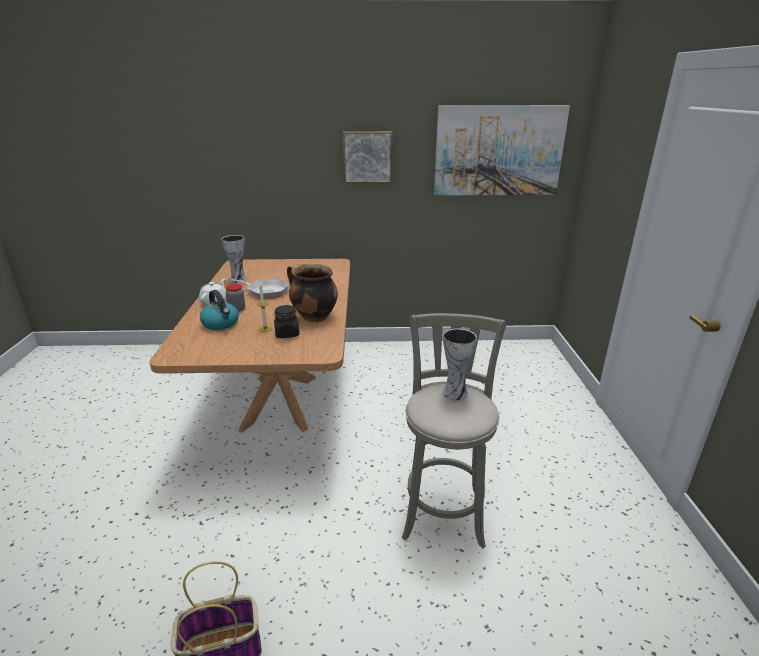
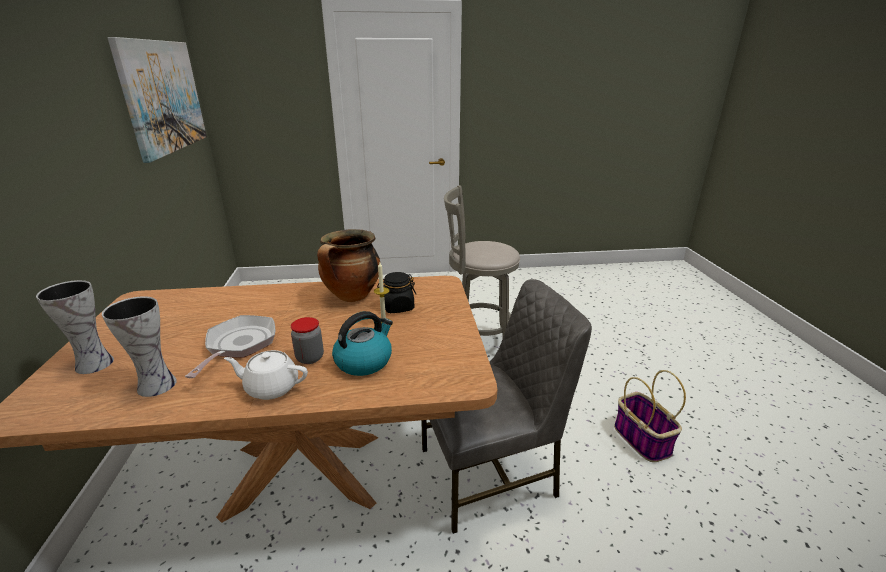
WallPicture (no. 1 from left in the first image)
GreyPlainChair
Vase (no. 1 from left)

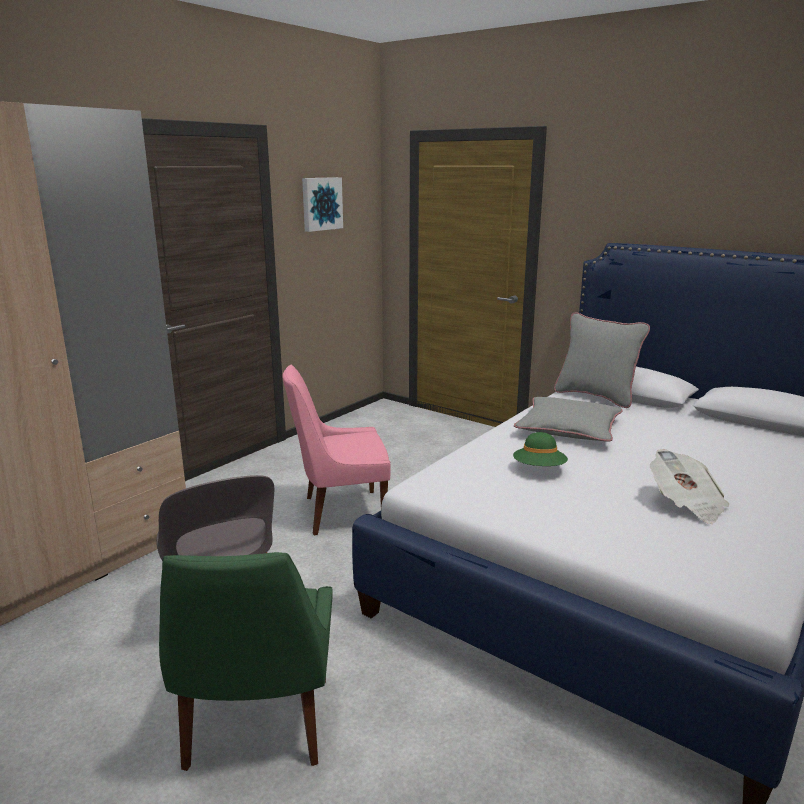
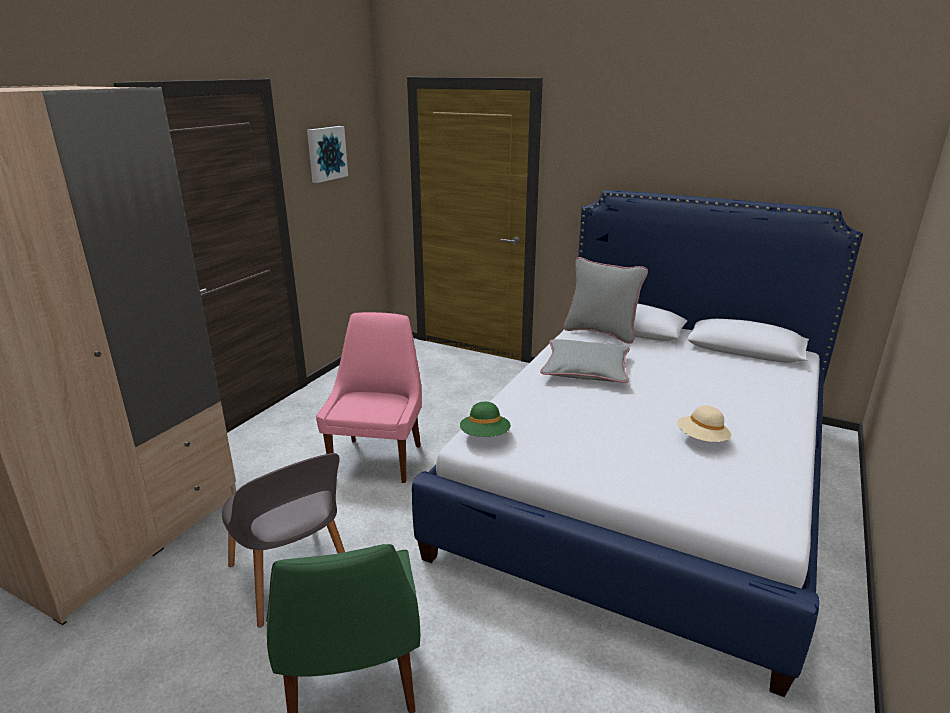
GreenClothingHat
BeigeClothingHat
PinkPlainChair

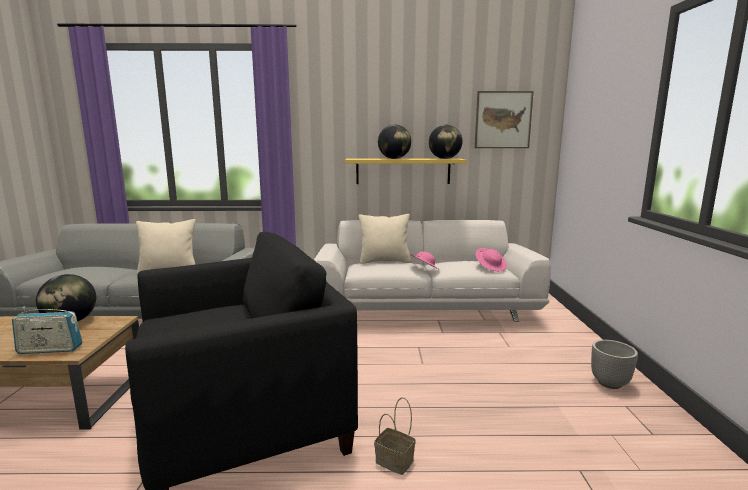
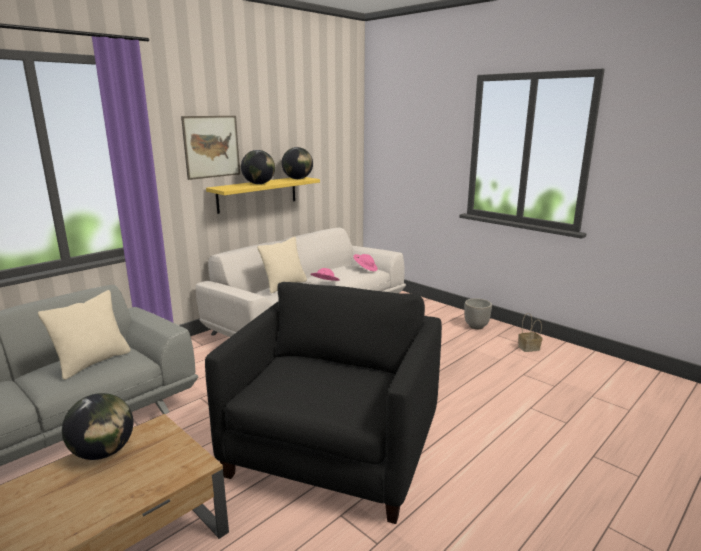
RadioReceiver
HouseholdBasket
WallPicture

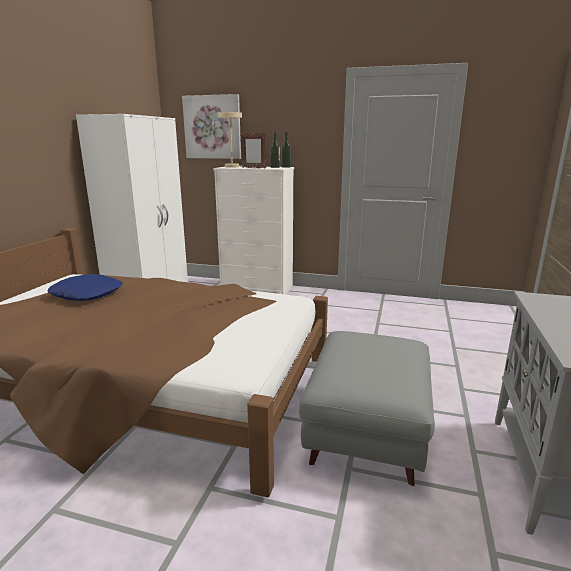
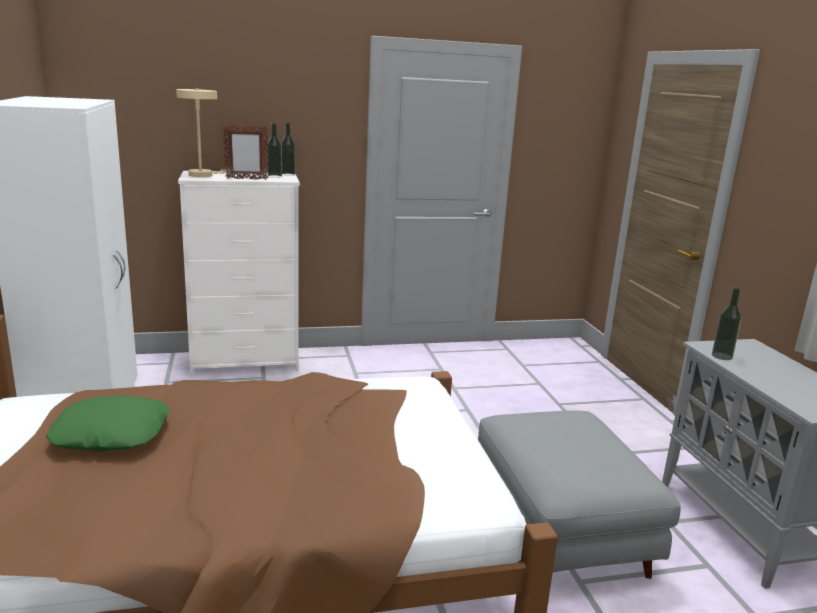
WallPicture
BeverageBottle (no. 3 from left)
GreenCushion

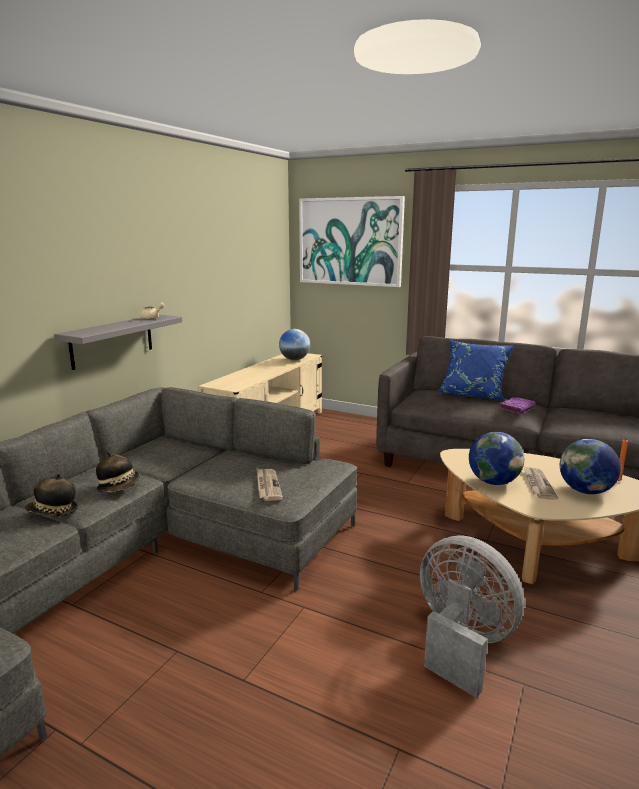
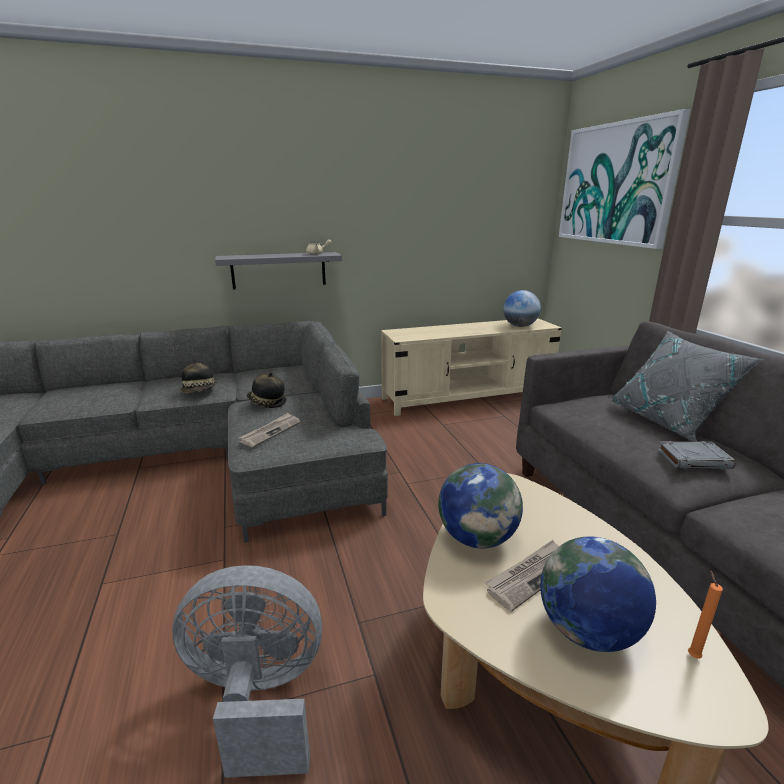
ClothingHat (no. 2 from left)
GreyCushion
GreyBook
GreyCoolingFan

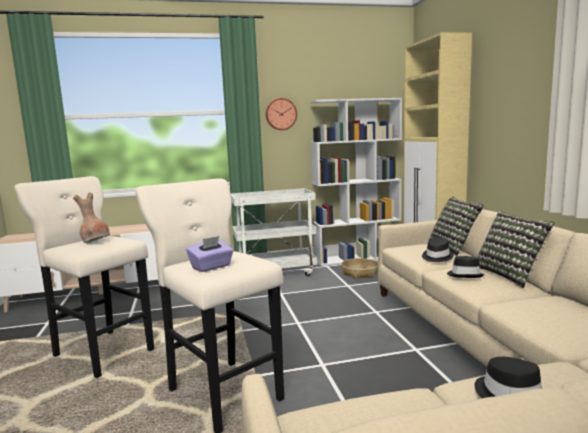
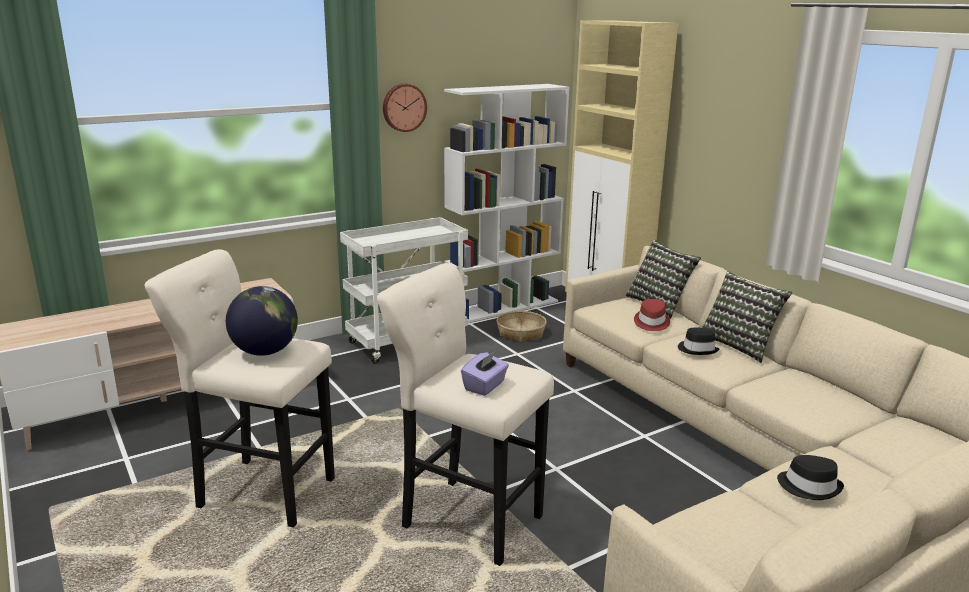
DeskGlobe
ReddishClothingHat

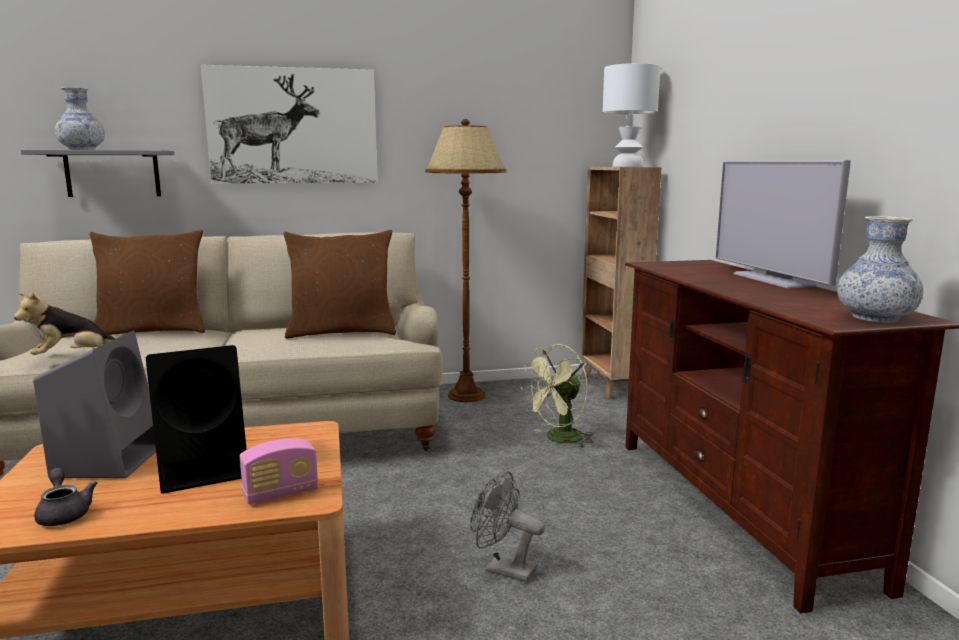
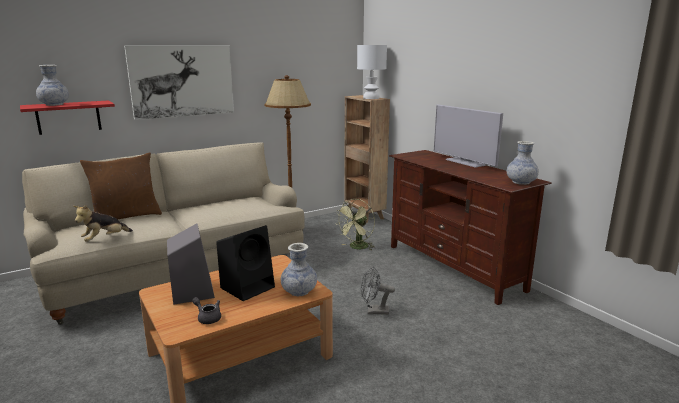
BrownishCushion (no. 2 from left in the first image)
Vase (no. 2 from left)
ReddishWallShelf

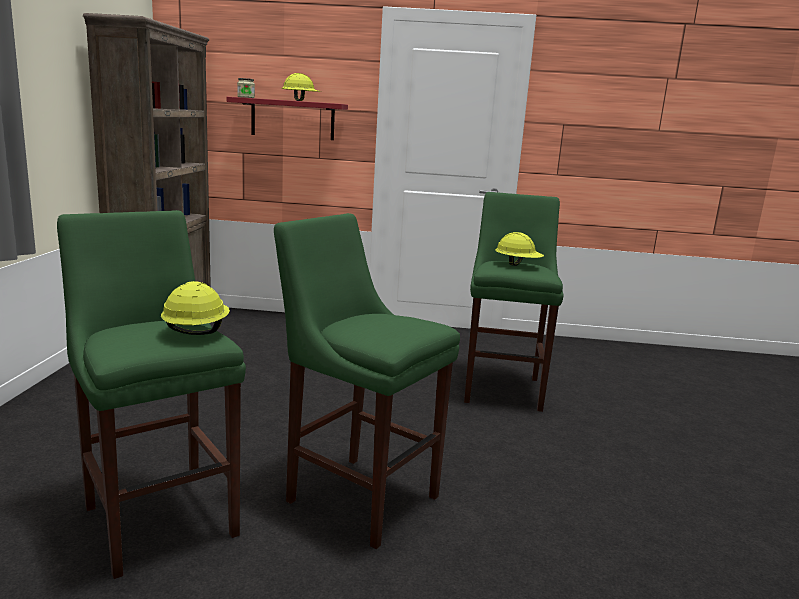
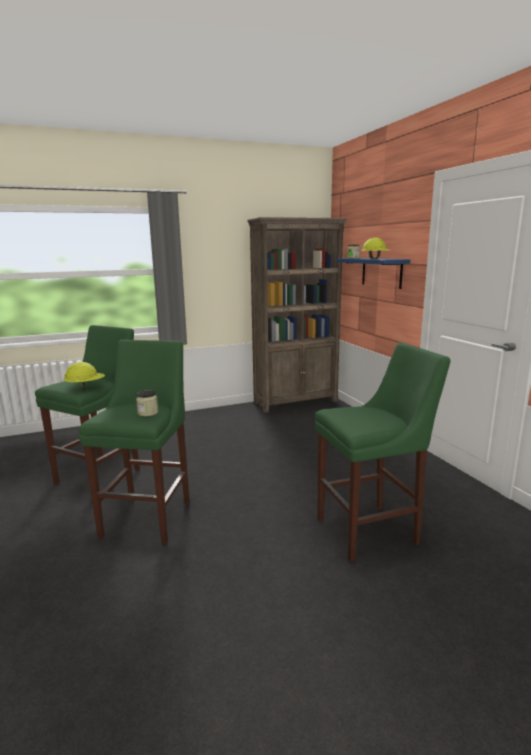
YellowishWorkHelmet (no. 3 from left in the first image)
Jar (no. 1 from left)
BlueColouredWallShelf

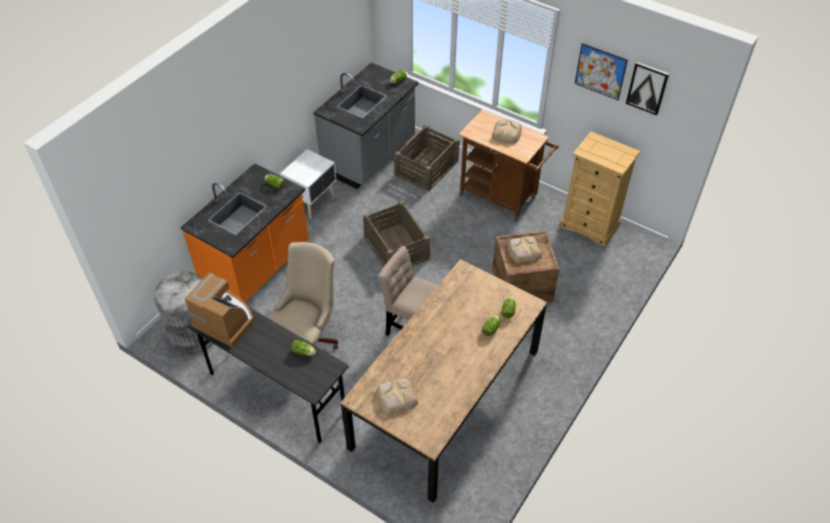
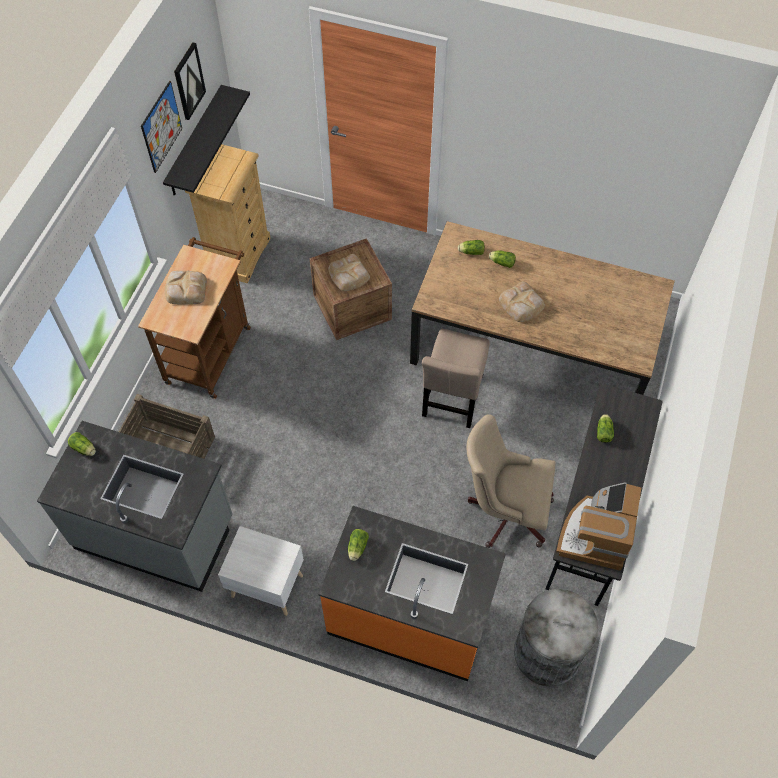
ShippingCrate (no. 1 from left in the first image)
BlackColouredWallShelf
BakeryBread (no. 3 from left)

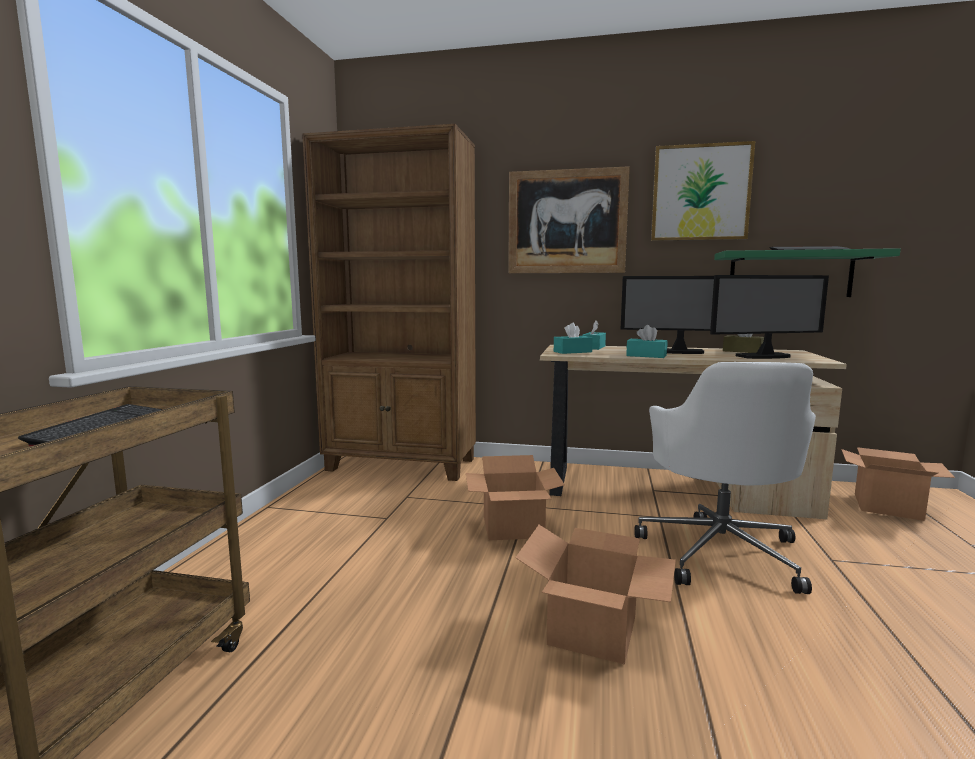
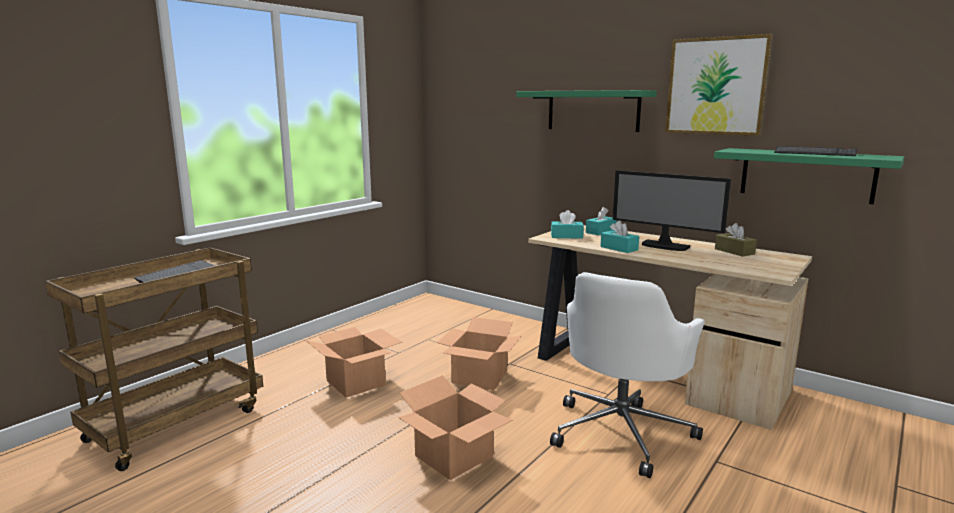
BrownishBookcase
ComputerScreen (no. 2 from left in the first image)
CardboardBox (no. 1 from left)
GreenWallShelf (no. 1 from left)

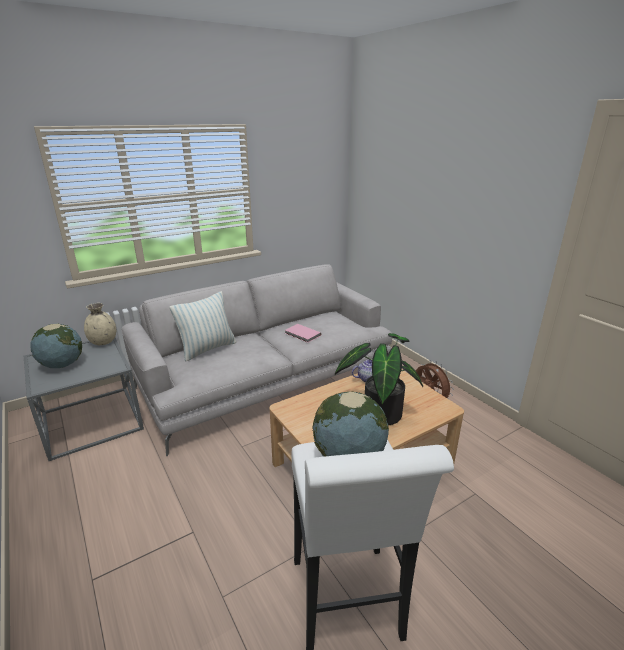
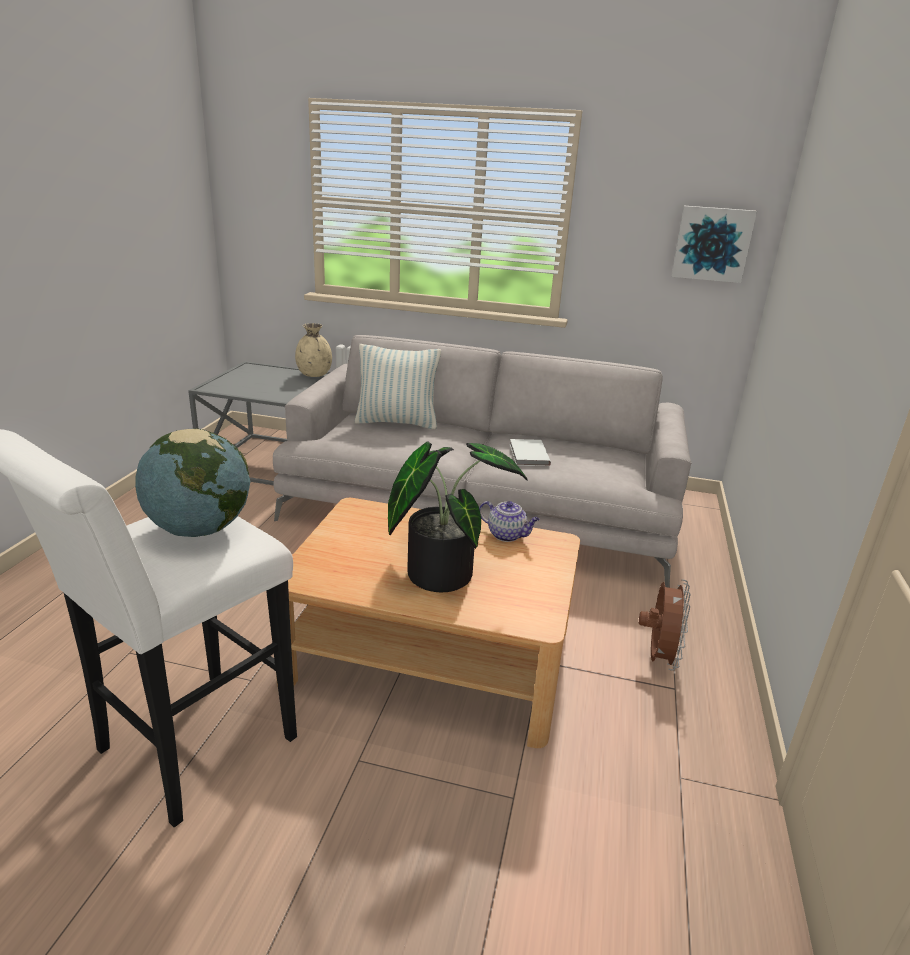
DeskGlobe (no. 1 from left in the first image)
WallPicture
WhiteBook

